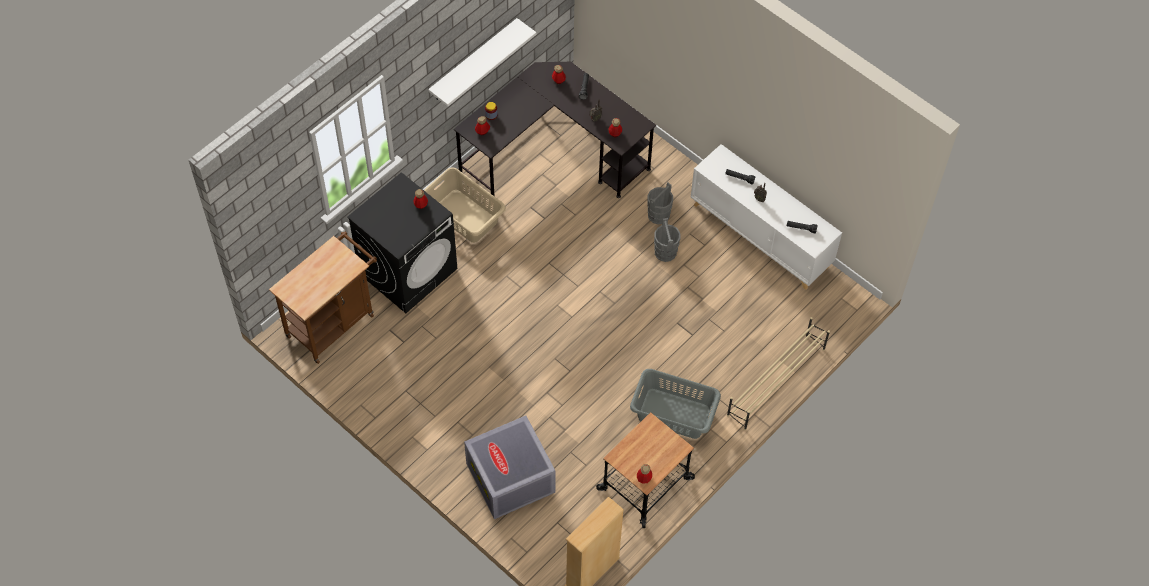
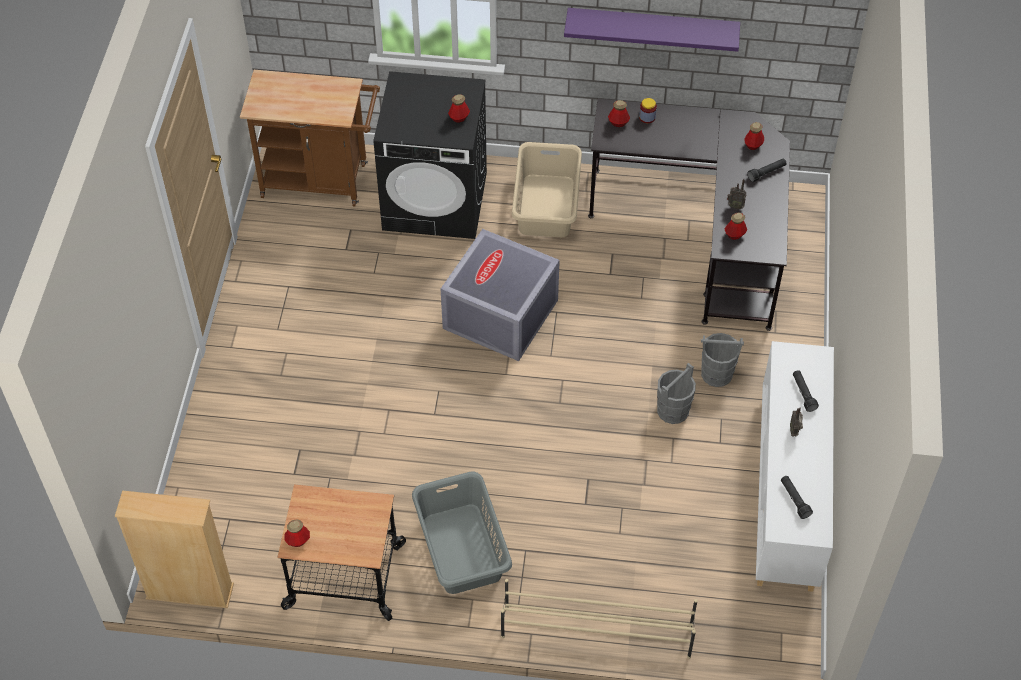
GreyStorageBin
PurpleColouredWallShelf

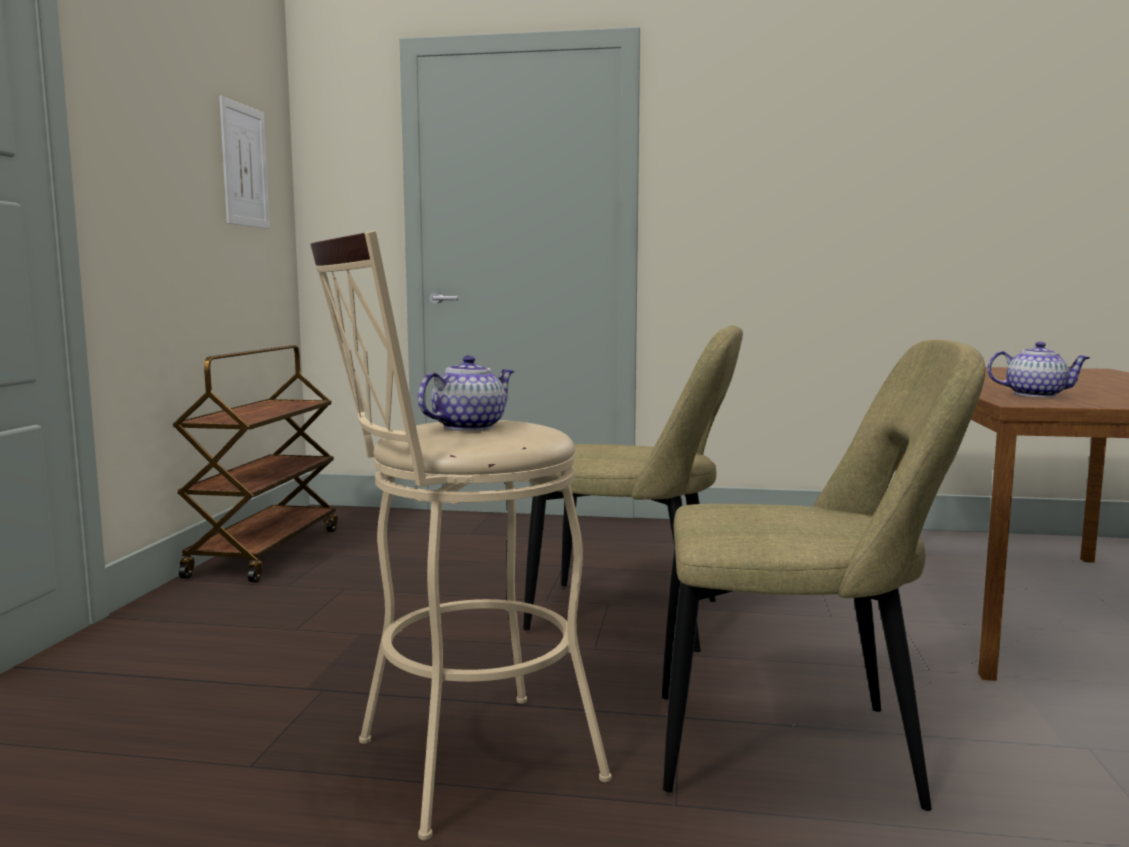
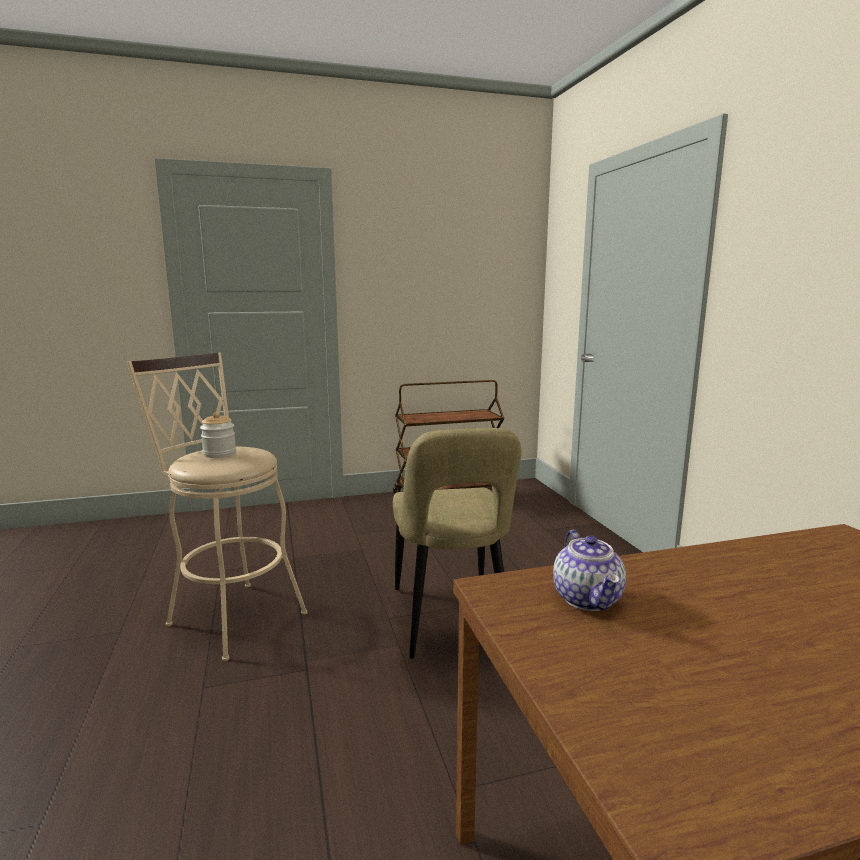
WallPicture
BeigePlainChair (no. 2 from left in the first image)
Jar

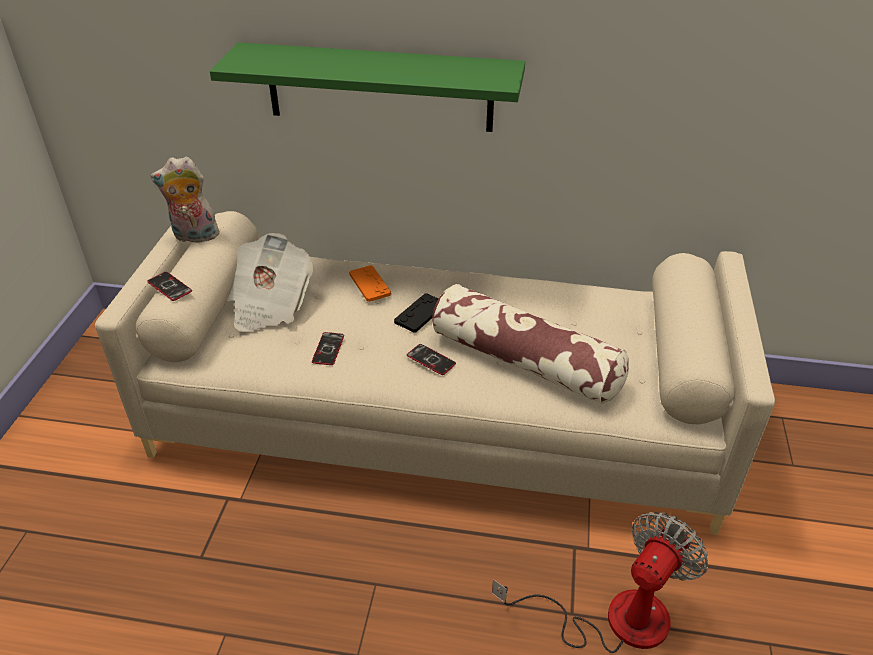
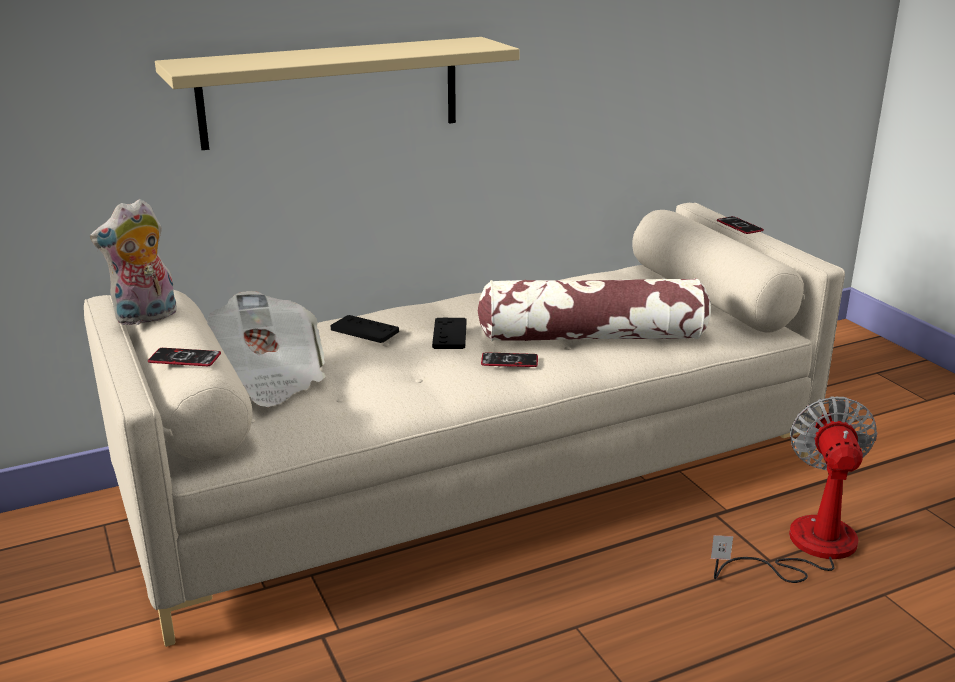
Handset (no. 3 from left)
BeigeWallShelf
BlackColouredGamepad (no. 1 from left)

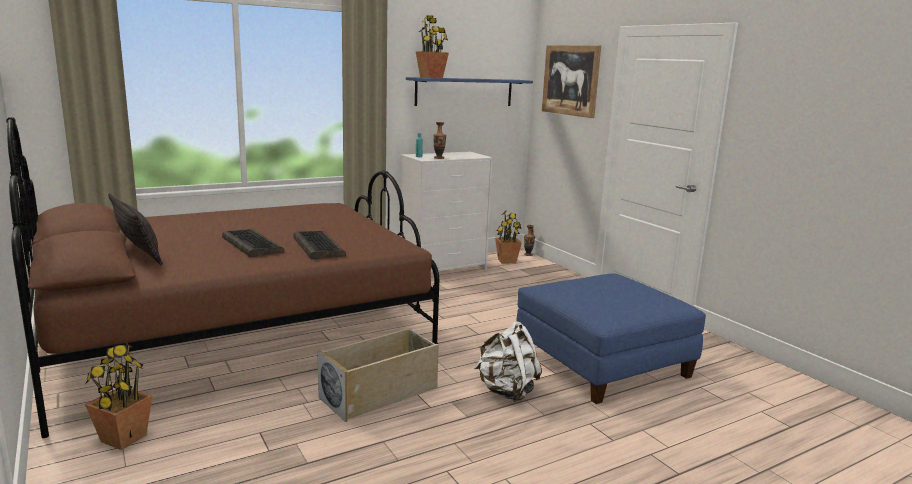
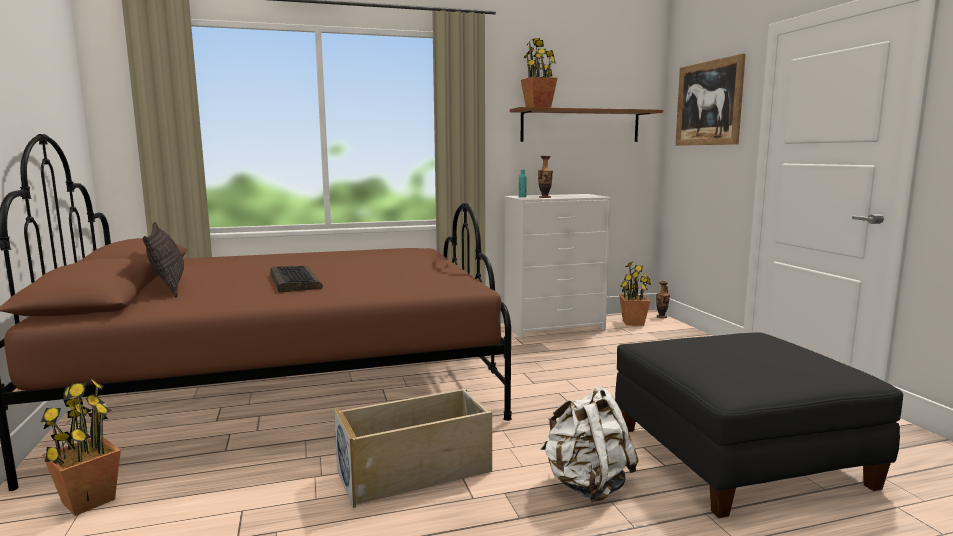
PcKeyboard (no. 2 from left in the first image)
BrownishWallShelf
BlackColouredFootrest

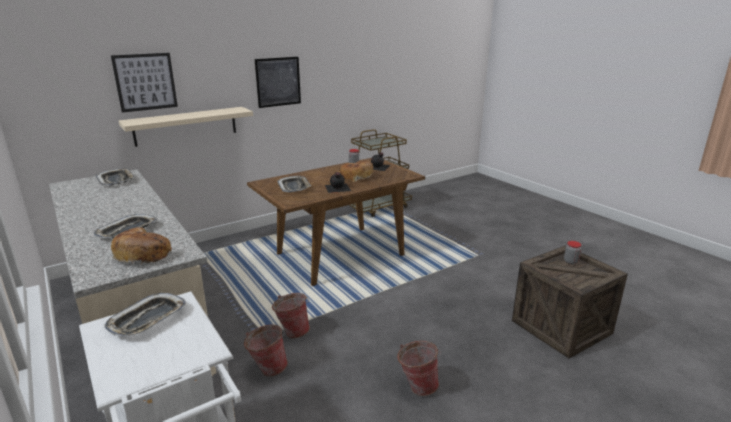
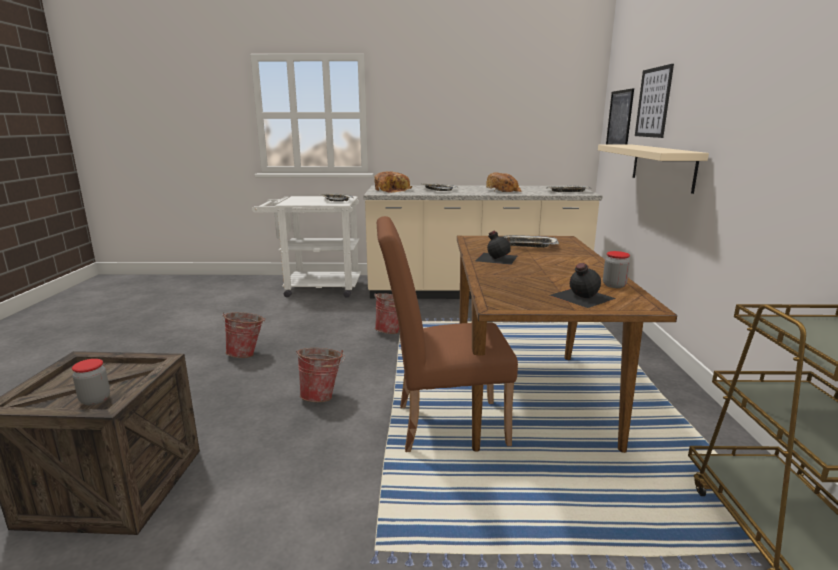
BrownishPlainChair
Bucket (no. 2 from left)
WallPicture (no. 1 from left)
BakeryBread (no. 2 from left)

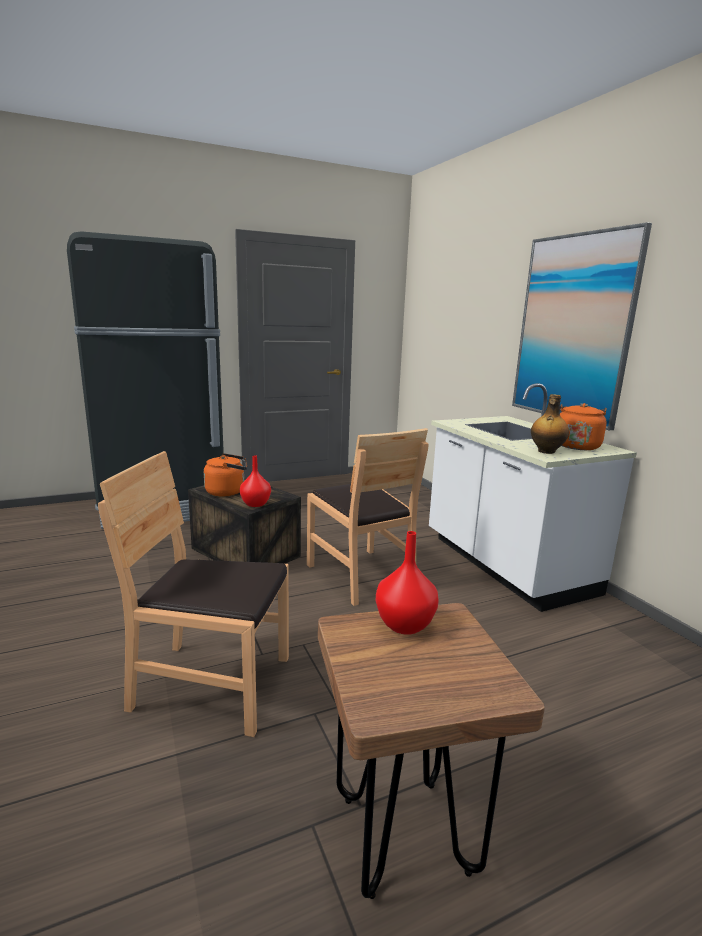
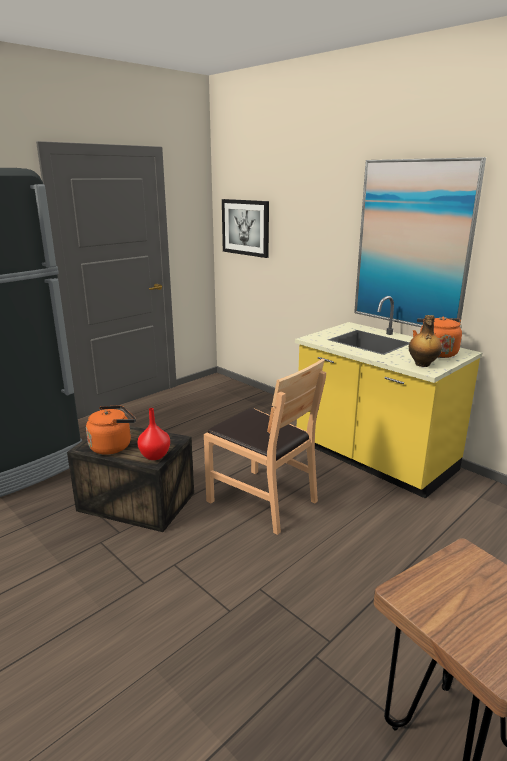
BrownishPlainChair (no. 1 from left in the first image)
ReddishVase (no. 2 from left in the first image)
WallPicture (no. 1 from left)
YellowishKitchenBaseUnit

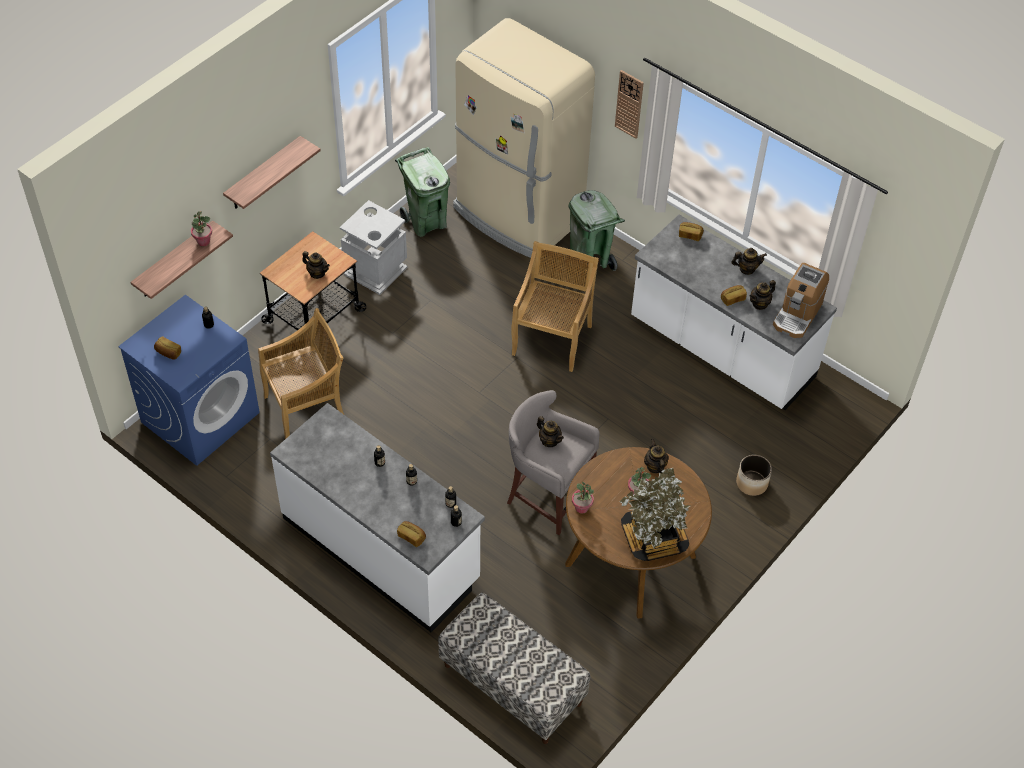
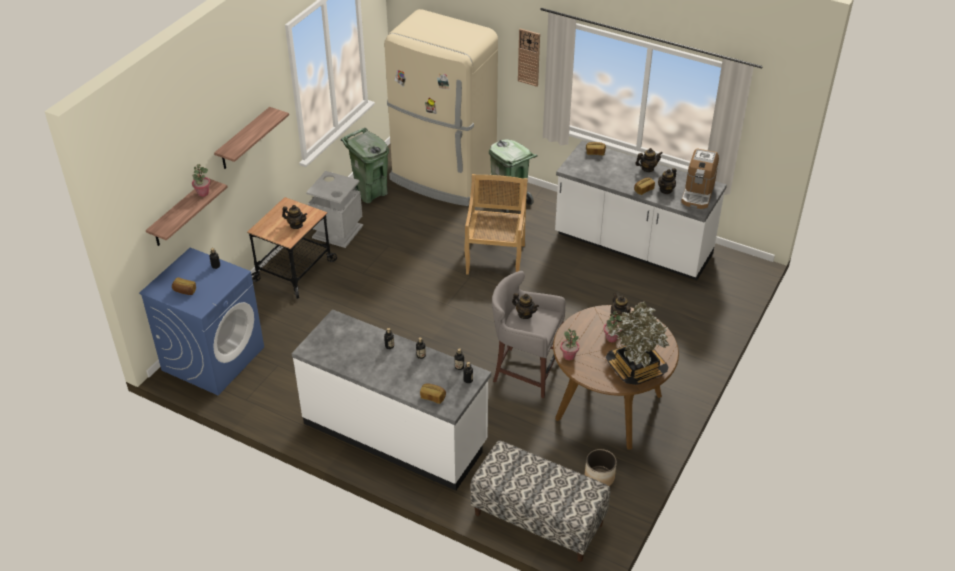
BeigePlainChair (no. 1 from left in the first image)
FlowerPot

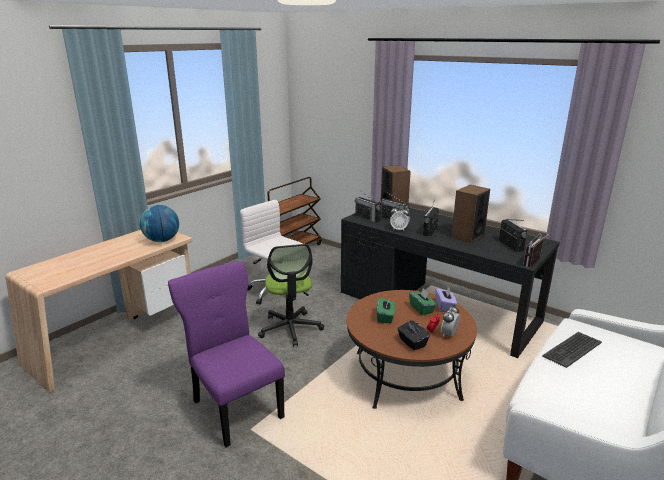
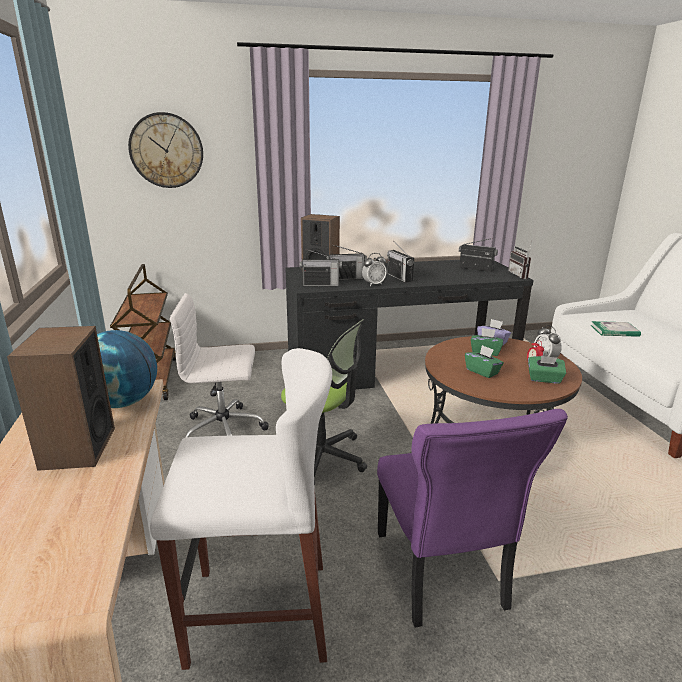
WallClock
WhiteStool
AudioSpeaker (no. 1 from left)
Book
GreenTissueBox (no. 3 from left)
PurpleColouredPlainChair

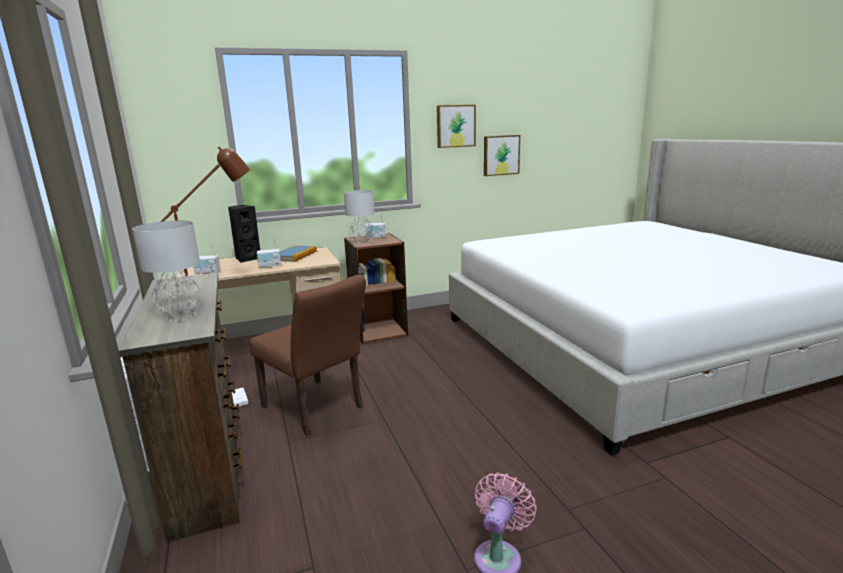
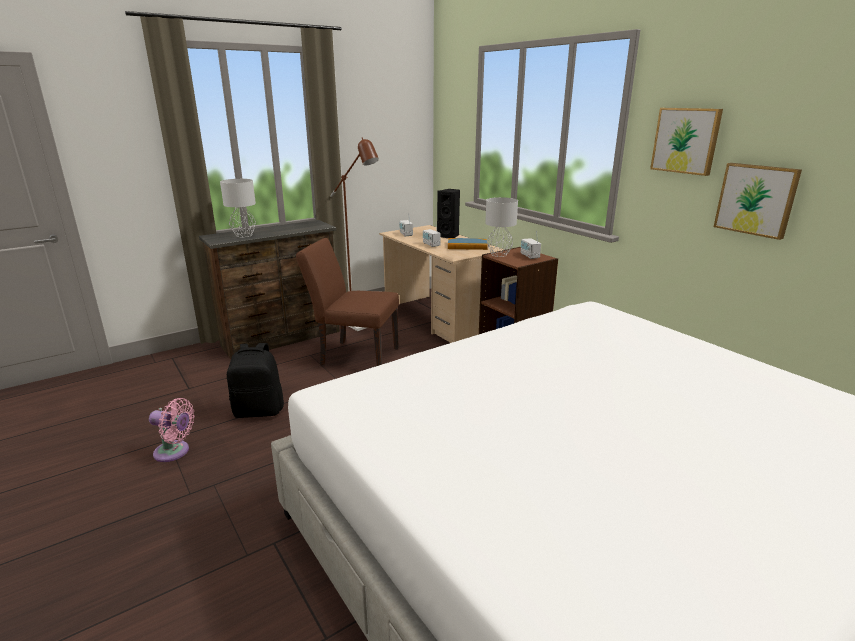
BlackColouredKnapsack
BrownishPlainChair

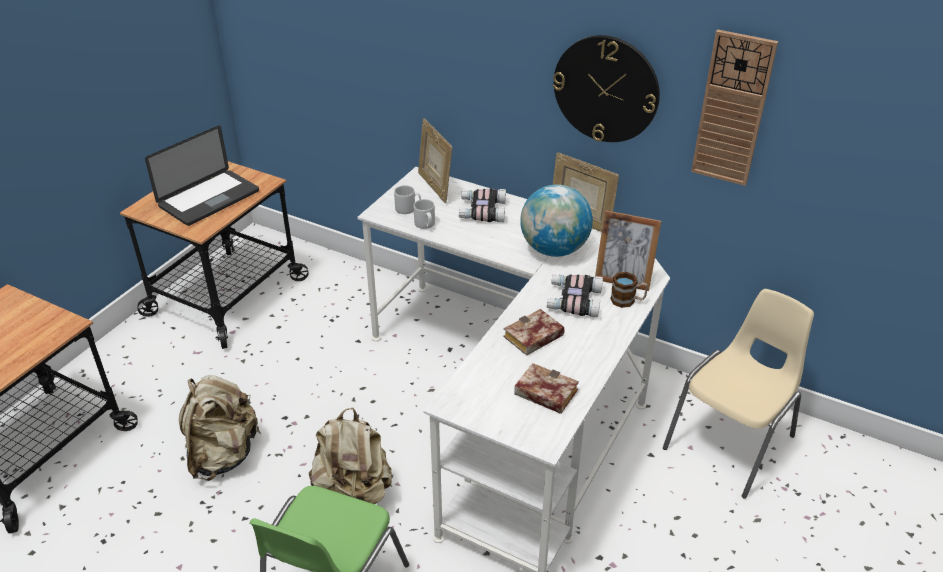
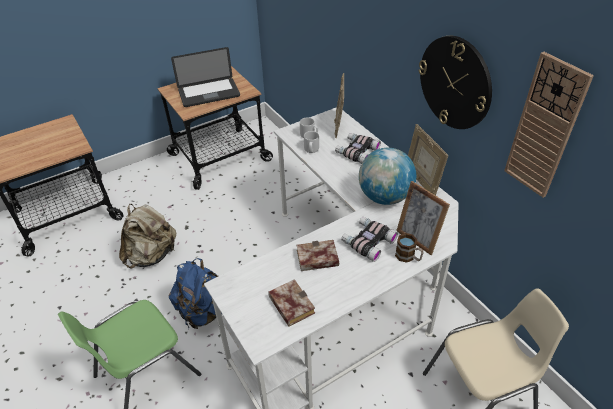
BlueColouredKnapsack

